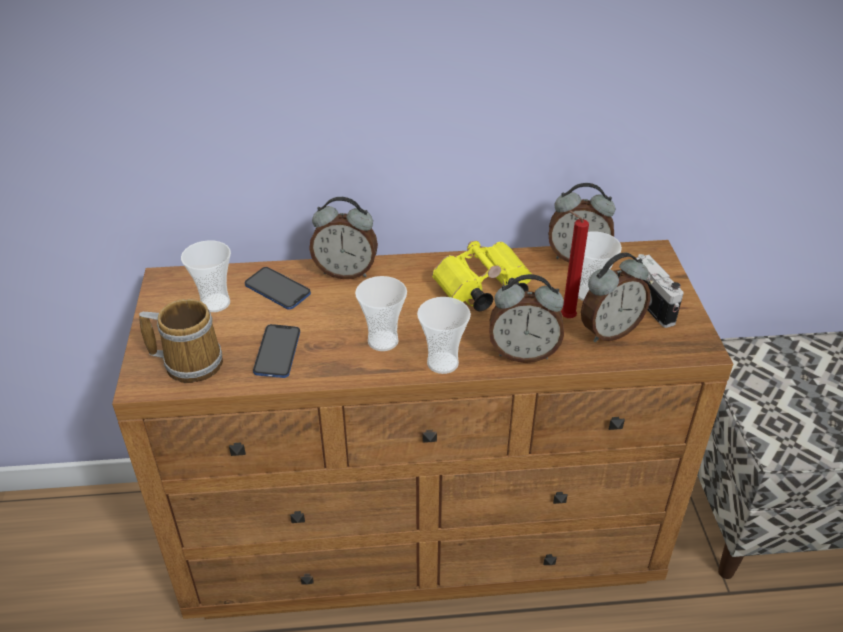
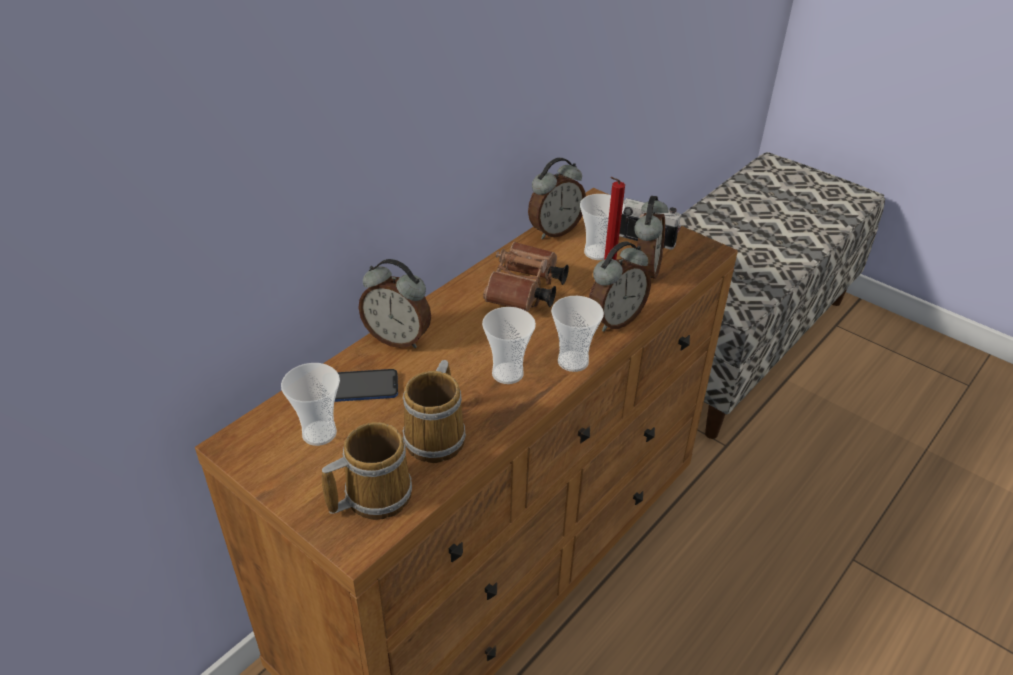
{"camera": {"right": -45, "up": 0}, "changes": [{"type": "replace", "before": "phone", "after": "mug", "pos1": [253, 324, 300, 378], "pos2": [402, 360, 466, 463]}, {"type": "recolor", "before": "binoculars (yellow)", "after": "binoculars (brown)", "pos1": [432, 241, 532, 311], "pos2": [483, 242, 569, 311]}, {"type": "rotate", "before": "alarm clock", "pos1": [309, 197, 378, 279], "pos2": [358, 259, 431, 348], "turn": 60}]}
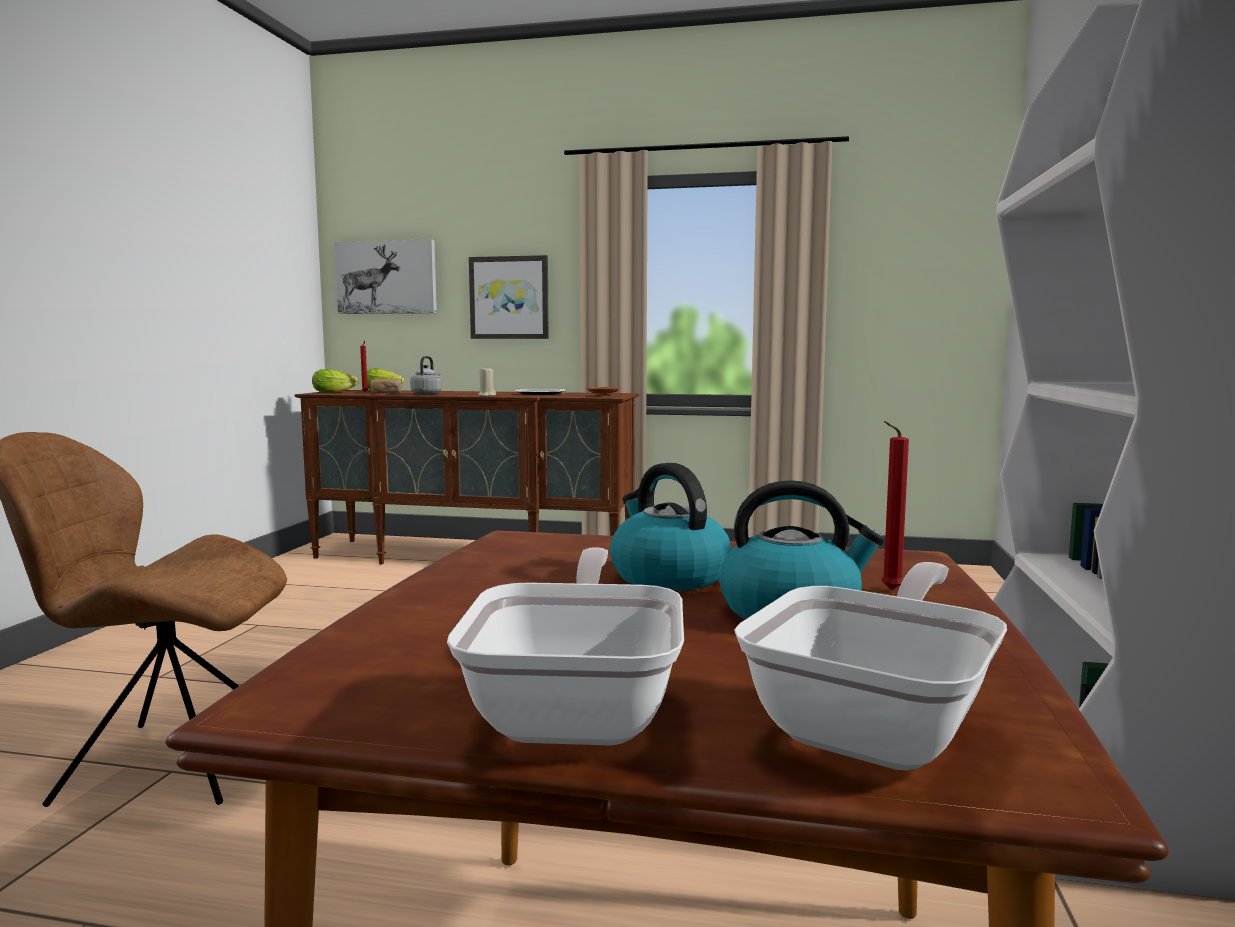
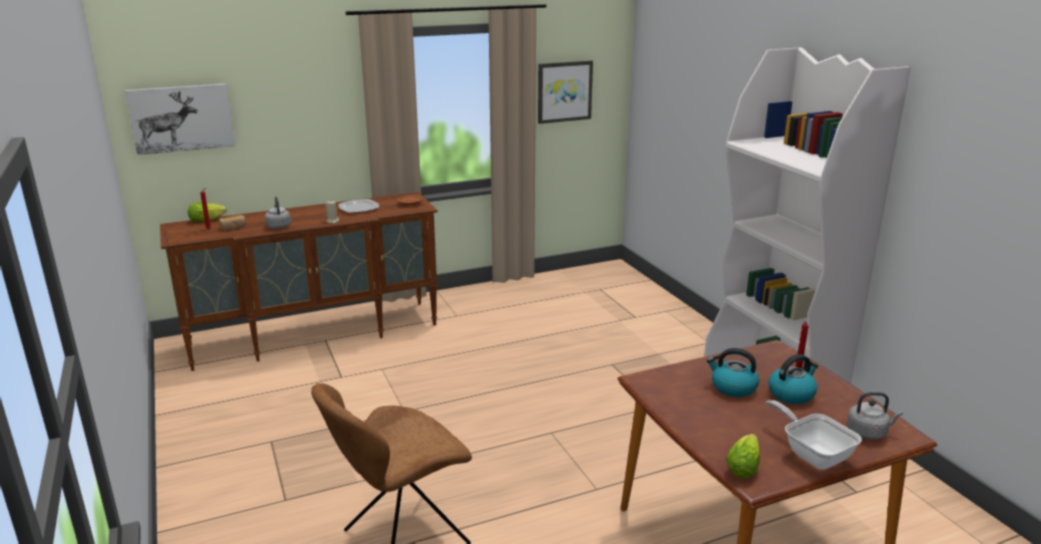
{"camera": {"right": -35, "up": 15}, "changes": [{"type": "move", "before": "lettuce", "pos1": [312, 369, 359, 393], "pos2": [726, 434, 760, 479]}, {"type": "move", "before": "picture", "pos1": [469, 255, 549, 339], "pos2": [538, 60, 593, 124]}, {"type": "replace", "before": "frying pan", "after": "kettle (grey)", "pos1": [734, 562, 1007, 770], "pos2": [847, 392, 903, 440]}]}
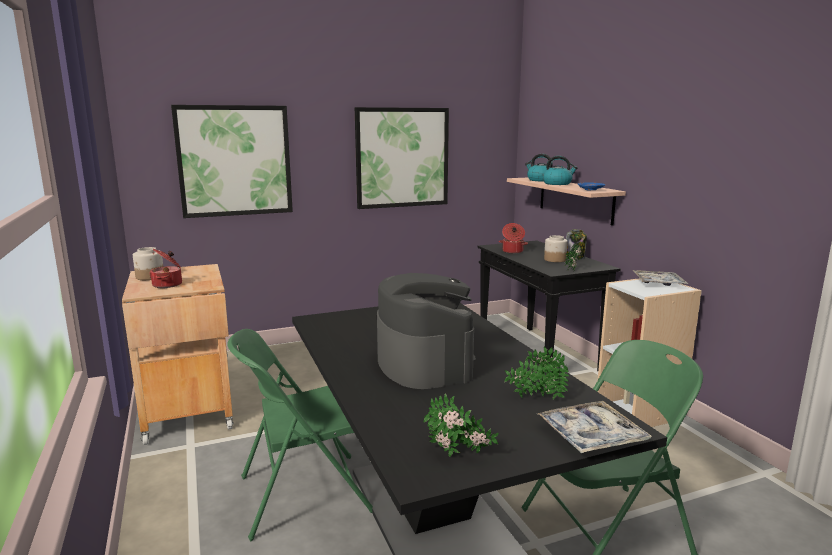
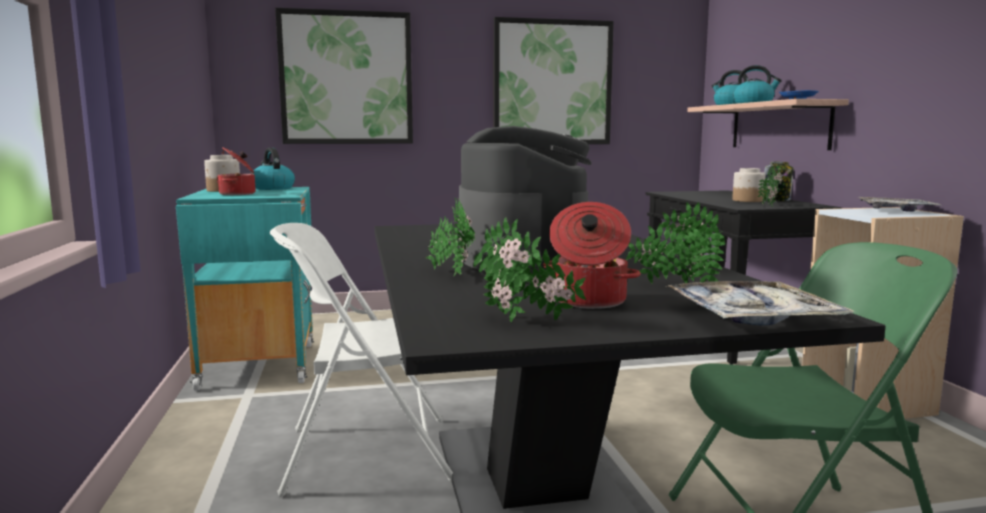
{"camera": {"right": 10, "up": -5}, "changes": [{"type": "insert", "after": "kettle", "pos2": [252, 148, 295, 190]}, {"type": "insert", "after": "potted plant", "pos2": [425, 198, 475, 276]}, {"type": "move", "before": "cooking pot", "pos1": [499, 223, 528, 253], "pos2": [543, 202, 641, 309]}, {"type": "recolor", "before": "cart (brown)", "after": "cart (turquoise)", "pos1": [122, 264, 234, 445], "pos2": [176, 187, 314, 391]}, {"type": "recolor", "before": "chair (green)", "after": "chair (white)", "pos1": [227, 329, 373, 541], "pos2": [270, 223, 453, 497]}]}
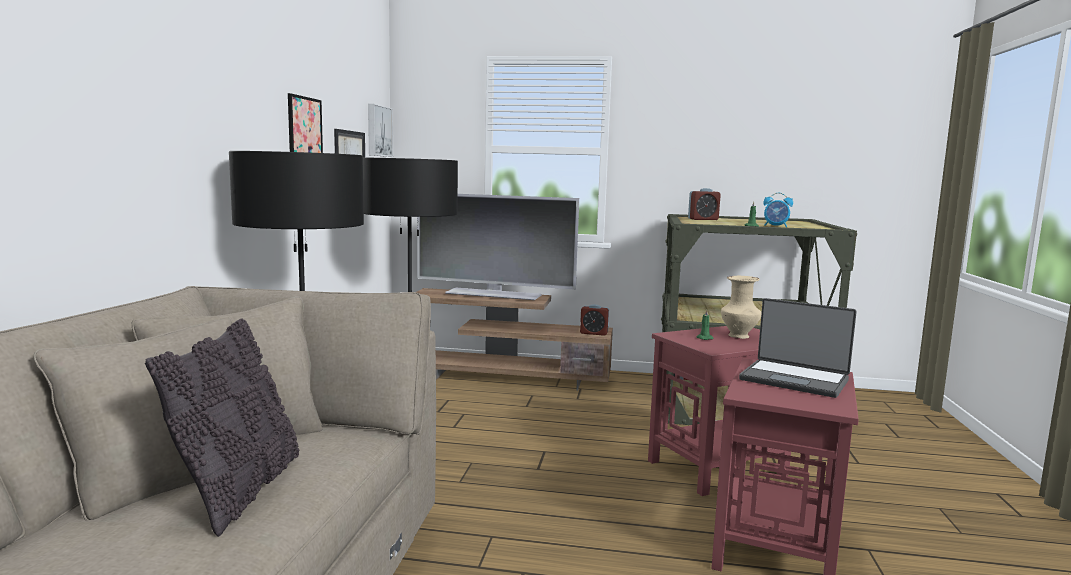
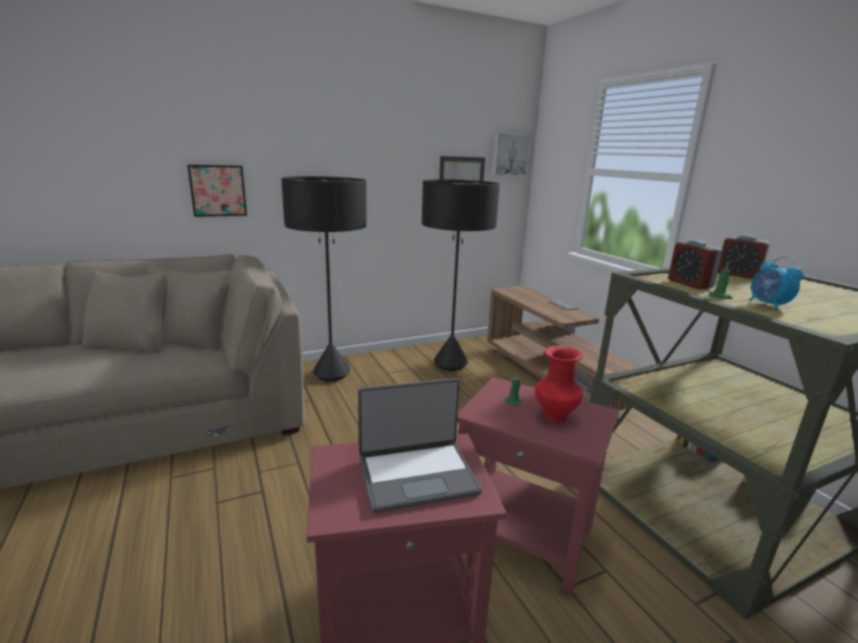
{"camera": {"right": 55, "up": 10}, "changes": [{"type": "delete", "before": "pillow (black)", "pos1": [145, 319, 299, 537]}, {"type": "delete", "before": "television", "pos1": [417, 194, 579, 300]}, {"type": "move", "before": "picture", "pos1": [288, 93, 323, 153], "pos2": [187, 165, 247, 217]}, {"type": "move", "before": "alarm clock", "pos1": [580, 304, 609, 336], "pos2": [668, 240, 722, 289]}, {"type": "recolor", "before": "vase (beige)", "after": "vase (red)", "pos1": [721, 275, 762, 339], "pos2": [535, 346, 583, 423]}, {"type": "rotate", "before": "laptop", "pos1": [739, 298, 857, 398], "pos2": [358, 378, 482, 513], "turn": -105}]}
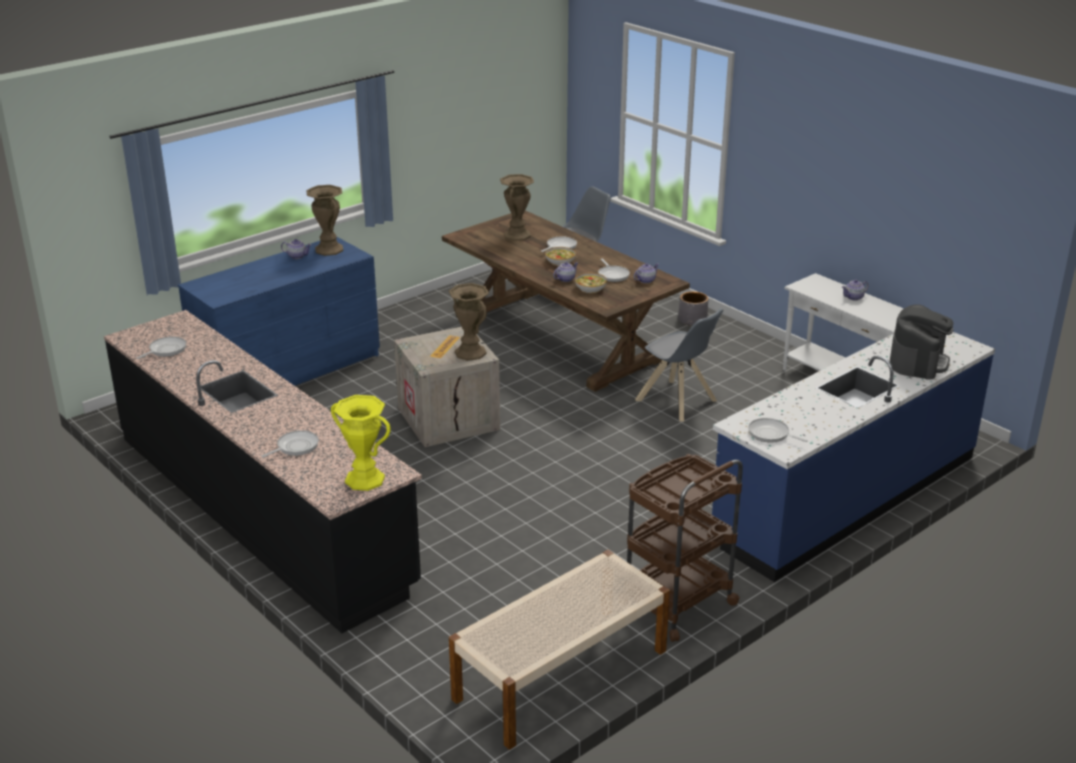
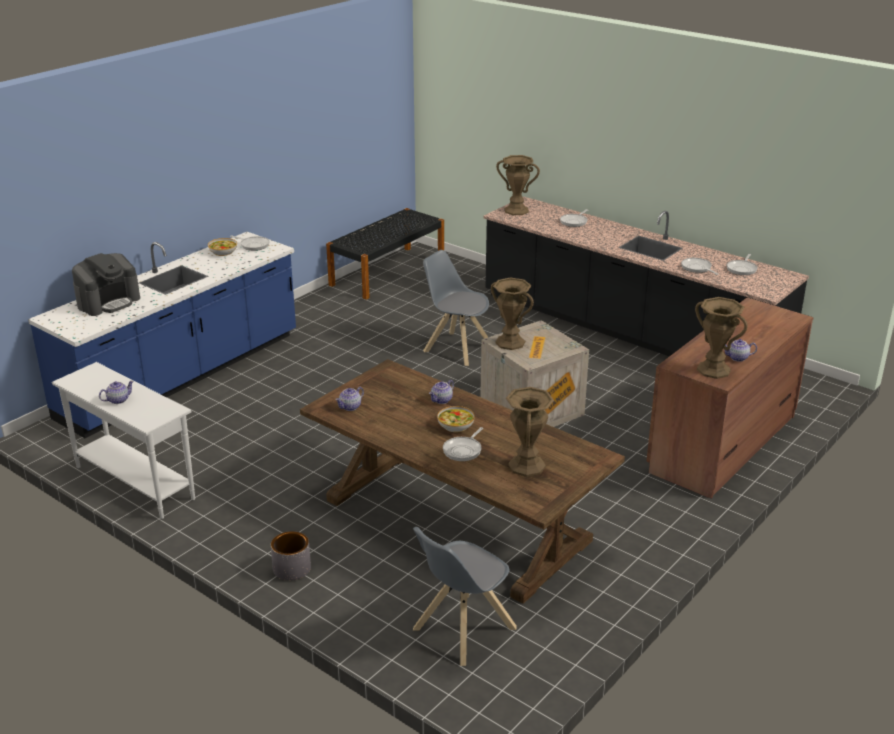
{"camera": {"right": 170, "up": 0}, "changes": [{"type": "delete", "before": "cart (brown)", "pos1": [617, 454, 743, 642]}, {"type": "move", "before": "bowl", "pos1": [575, 273, 607, 293], "pos2": [208, 238, 237, 256]}, {"type": "move", "before": "frying pan", "pos1": [598, 259, 630, 282], "pos2": [681, 258, 718, 275]}, {"type": "move", "before": "chair (grey)", "pos1": [635, 308, 723, 421], "pos2": [423, 250, 489, 366]}, {"type": "recolor", "before": "dresser (blue)", "after": "dresser (brown)", "pos1": [178, 237, 380, 386], "pos2": [646, 297, 814, 499]}, {"type": "recolor", "before": "vase (yellow)", "after": "vase (brown)", "pos1": [331, 395, 391, 491], "pos2": [496, 155, 540, 215]}, {"type": "recolor", "before": "bench (beige)", "after": "bench (black)", "pos1": [449, 549, 670, 750], "pos2": [326, 208, 444, 300]}, {"type": "rotate", "before": "coffee machine", "pos1": [890, 305, 953, 380], "pos2": [72, 253, 140, 316], "turn": -150}]}
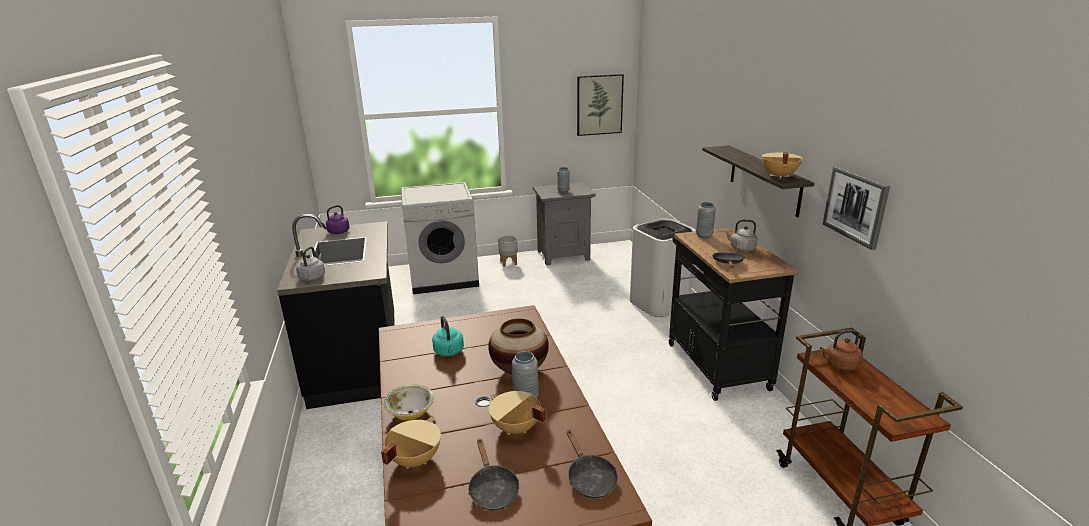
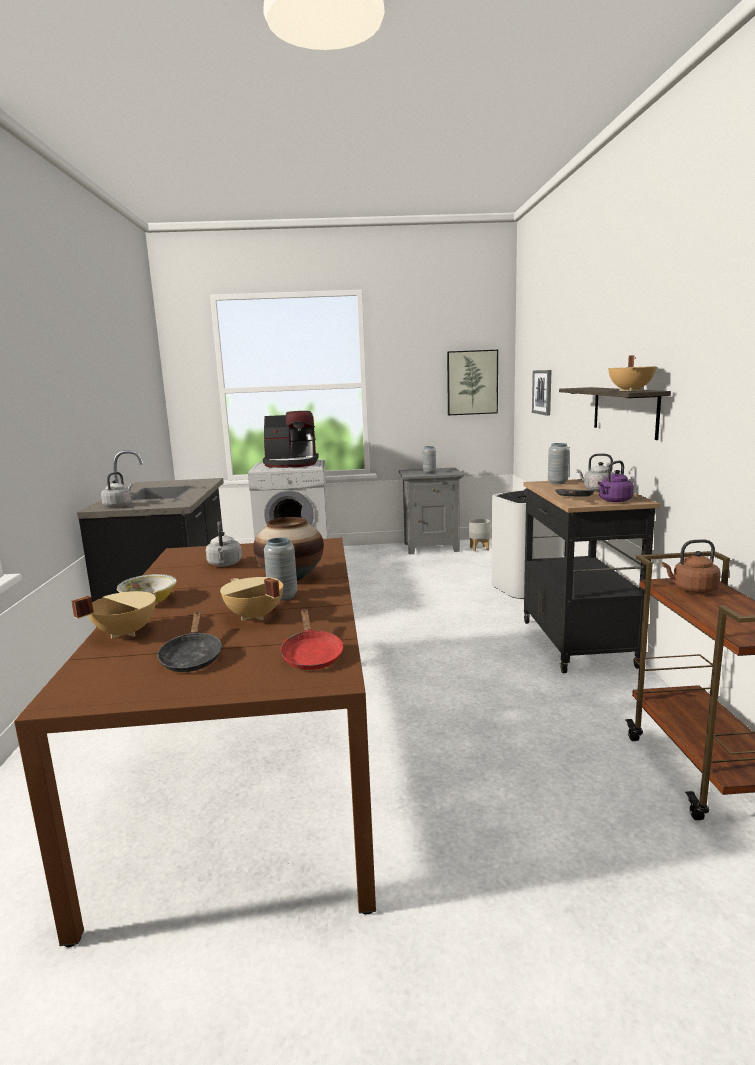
{"camera": {"right": 10, "up": -10}, "changes": [{"type": "insert", "after": "coffee machine", "pos2": [263, 411, 319, 468]}, {"type": "move", "before": "kettle (purple)", "pos1": [321, 205, 350, 234], "pos2": [598, 461, 634, 502]}, {"type": "move", "before": "planter (grey)", "pos1": [498, 236, 518, 267], "pos2": [469, 519, 490, 552]}, {"type": "move", "before": "picture", "pos1": [823, 166, 890, 250], "pos2": [532, 370, 552, 416]}, {"type": "recolor", "before": "kettle (turquoise)", "after": "kettle (grey)", "pos1": [432, 316, 464, 356], "pos2": [206, 522, 242, 567]}, {"type": "recolor", "before": "frying pan (black)", "after": "frying pan (red)", "pos1": [566, 429, 618, 498], "pos2": [279, 609, 344, 670]}]}
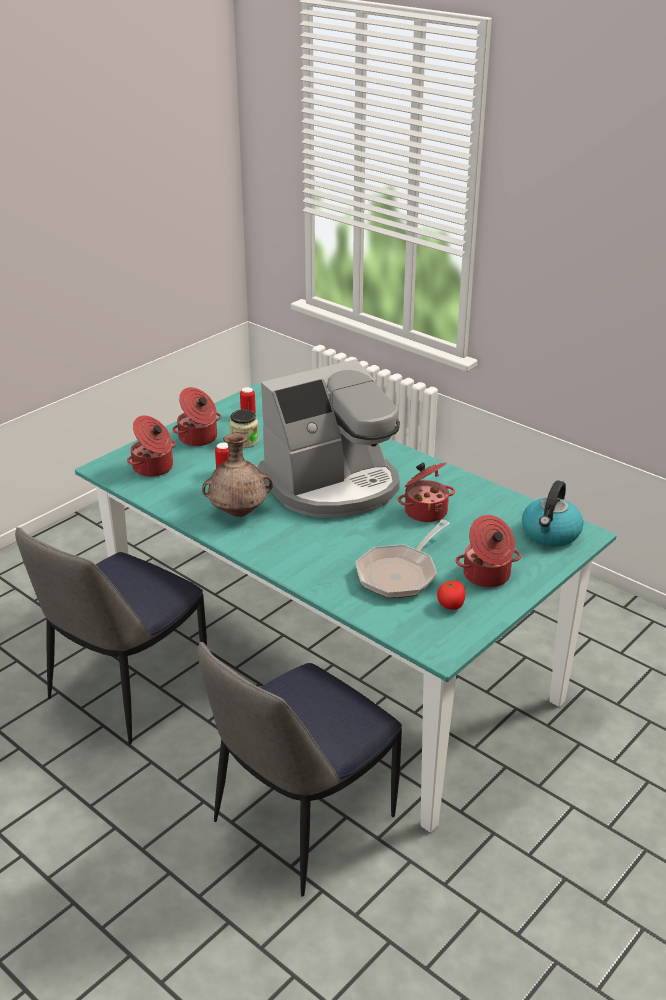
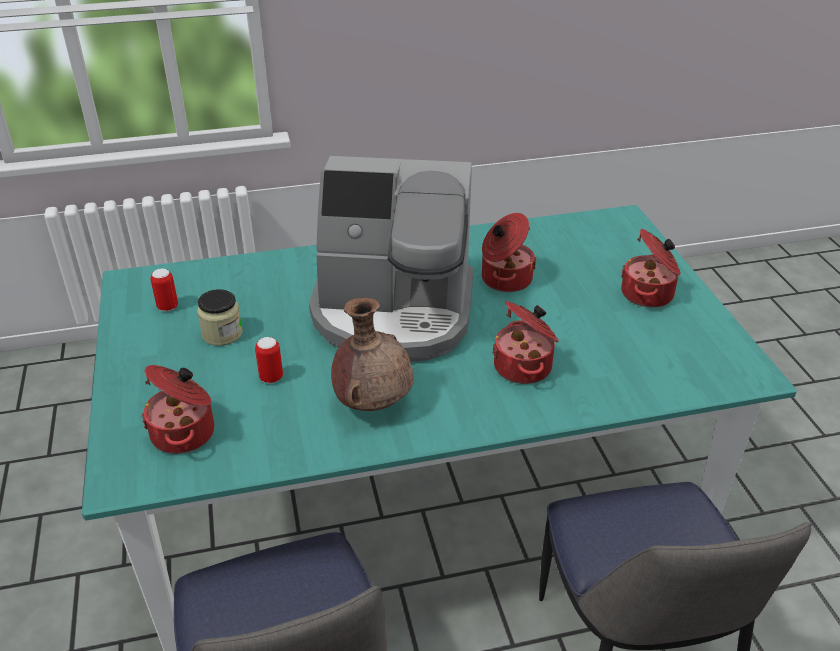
{"camera": {"right": -55, "up": 5}, "changes": [{"type": "delete", "before": "frying pan", "pos1": [355, 520, 450, 598]}, {"type": "delete", "before": "tomato", "pos1": [437, 580, 465, 610]}, {"type": "delete", "before": "kettle", "pos1": [522, 480, 583, 547]}, {"type": "move", "before": "cooking pot", "pos1": [172, 387, 222, 446], "pos2": [492, 301, 559, 384]}, {"type": "rotate", "before": "coffee machine", "pos1": [257, 359, 400, 518], "pos2": [309, 156, 474, 362], "turn": 90}]}
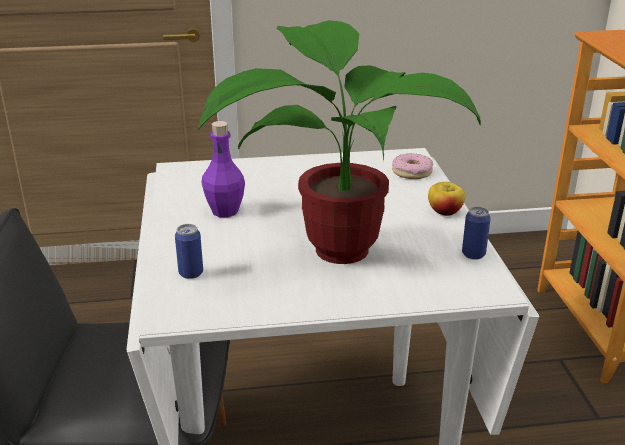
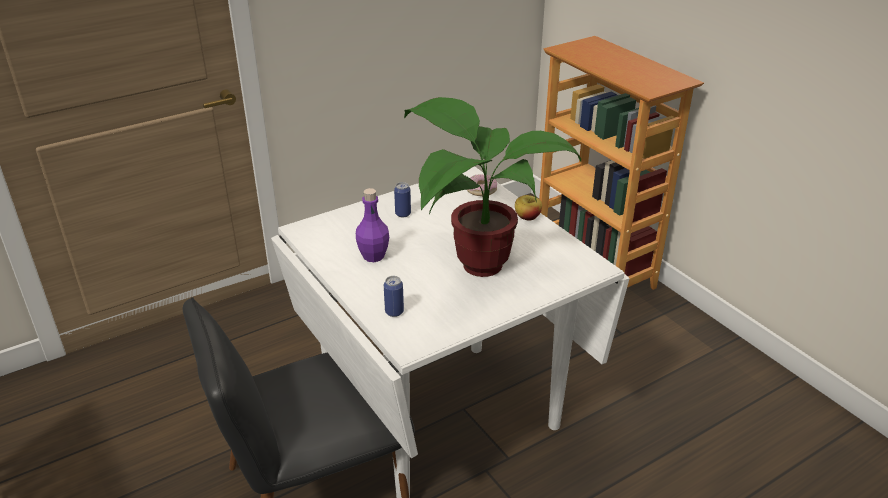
{"camera": {"right": -25, "up": 5}, "changes": [{"type": "move", "before": "can", "pos1": [462, 207, 491, 260], "pos2": [394, 182, 411, 218]}]}
